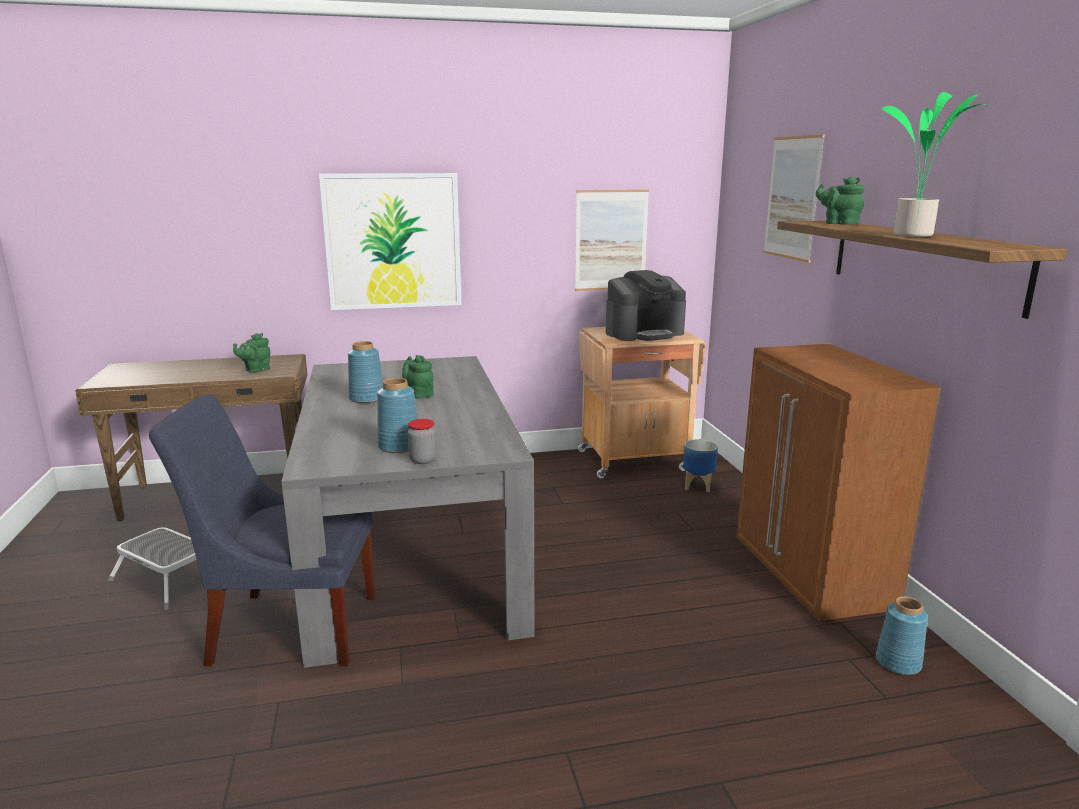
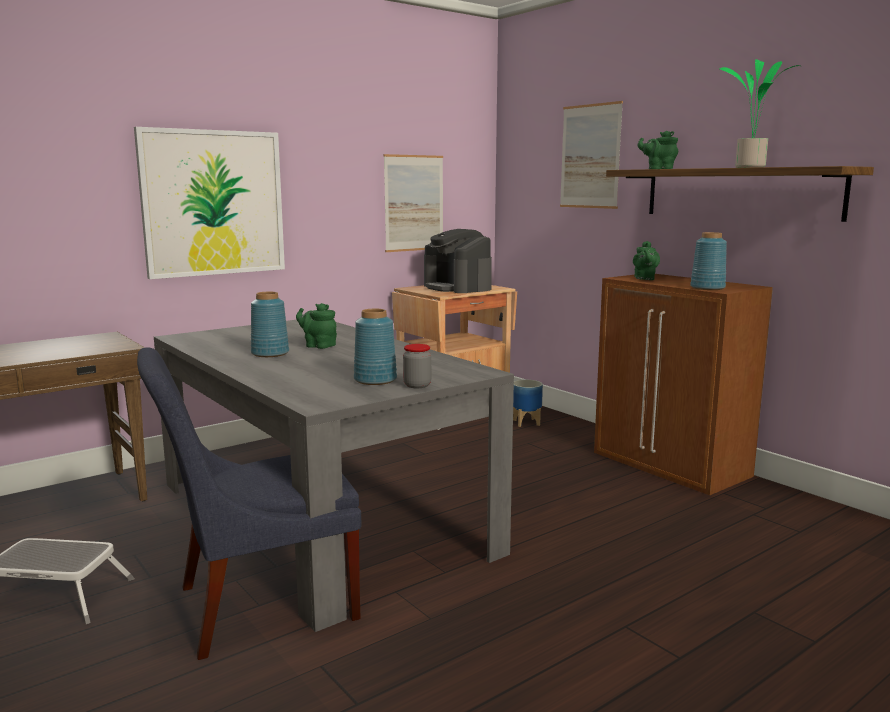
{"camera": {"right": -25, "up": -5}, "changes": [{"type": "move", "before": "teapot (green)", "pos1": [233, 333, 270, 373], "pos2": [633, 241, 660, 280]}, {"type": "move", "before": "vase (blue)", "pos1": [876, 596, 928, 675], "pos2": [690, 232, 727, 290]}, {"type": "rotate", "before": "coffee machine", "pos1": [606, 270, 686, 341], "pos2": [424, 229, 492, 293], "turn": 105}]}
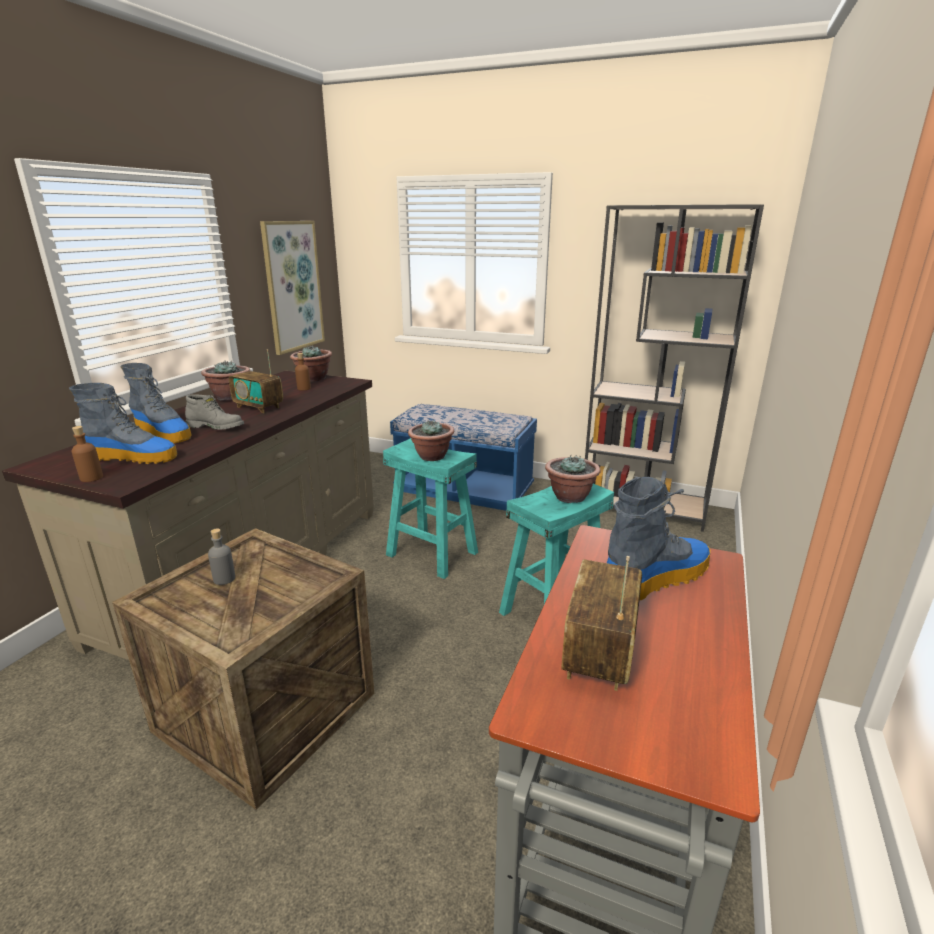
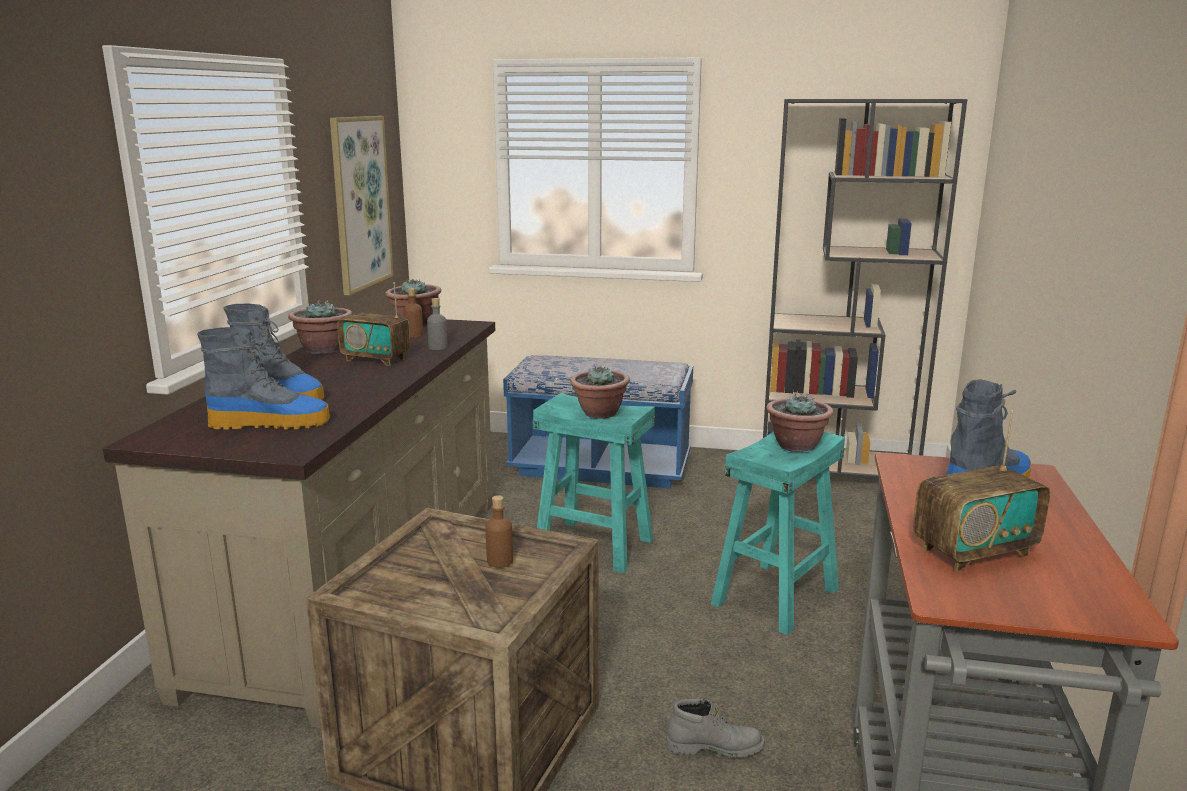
{"camera": {"right": -10, "up": -5}, "changes": [{"type": "move", "before": "bottle (brown)", "pos1": [72, 426, 103, 482], "pos2": [485, 495, 513, 568]}, {"type": "move", "before": "boot (grey)", "pos1": [185, 394, 244, 430], "pos2": [667, 699, 765, 758]}, {"type": "move", "before": "bottle (grey)", "pos1": [208, 529, 235, 585], "pos2": [427, 298, 447, 350]}, {"type": "rotate", "before": "radio", "pos1": [561, 556, 642, 691], "pos2": [913, 410, 1050, 572], "turn": -120}]}
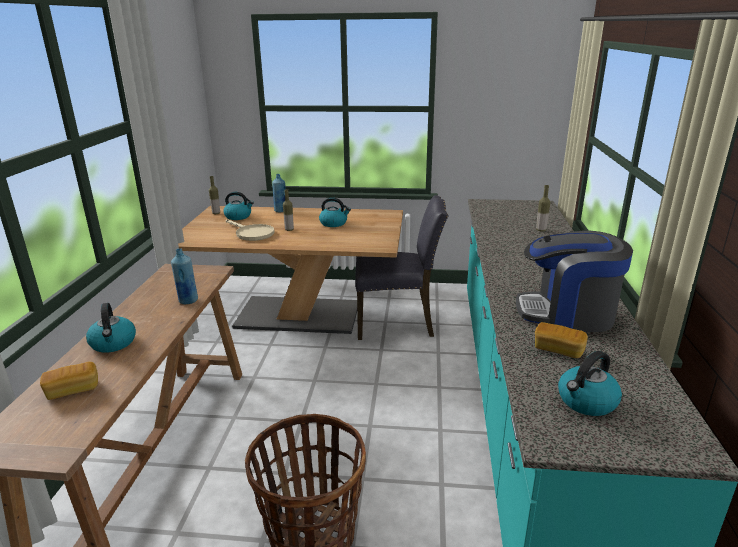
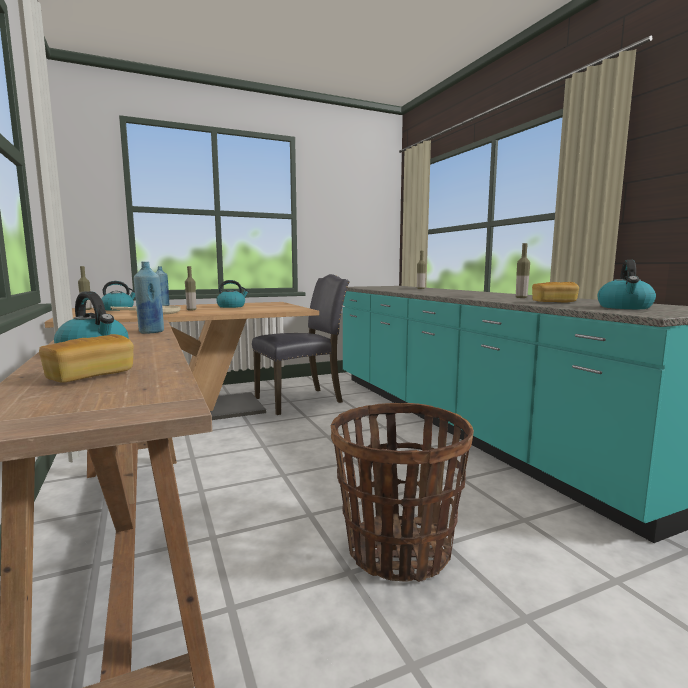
{"camera": {"right": -30, "up": -15}, "changes": [{"type": "replace", "before": "coffee machine", "after": "bottle", "pos1": [516, 230, 633, 332], "pos2": [516, 243, 530, 298]}]}
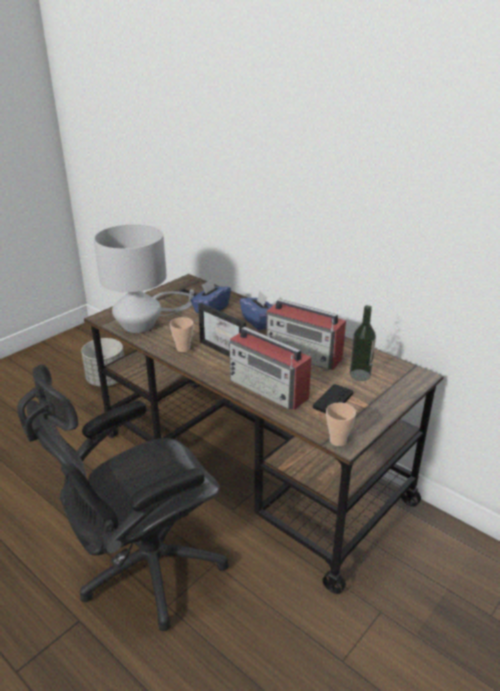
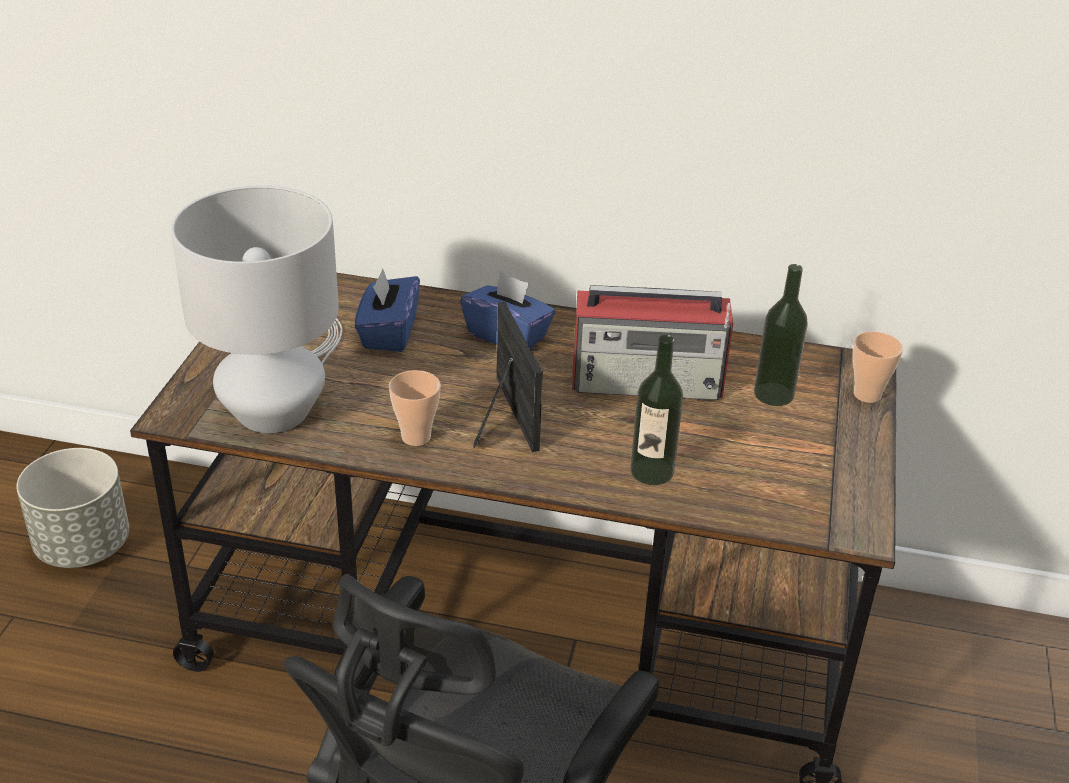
{"camera": {"right": -30, "up": 5}, "changes": [{"type": "delete", "before": "game controller (black)", "pos1": [313, 384, 353, 413]}, {"type": "move", "before": "cup", "pos1": [326, 403, 356, 446], "pos2": [853, 331, 903, 403]}, {"type": "replace", "before": "radio", "after": "bottle", "pos1": [229, 327, 312, 410], "pos2": [630, 335, 683, 485]}, {"type": "rotate", "before": "picture frame", "pos1": [198, 303, 246, 357], "pos2": [473, 302, 543, 452], "turn": -120}]}
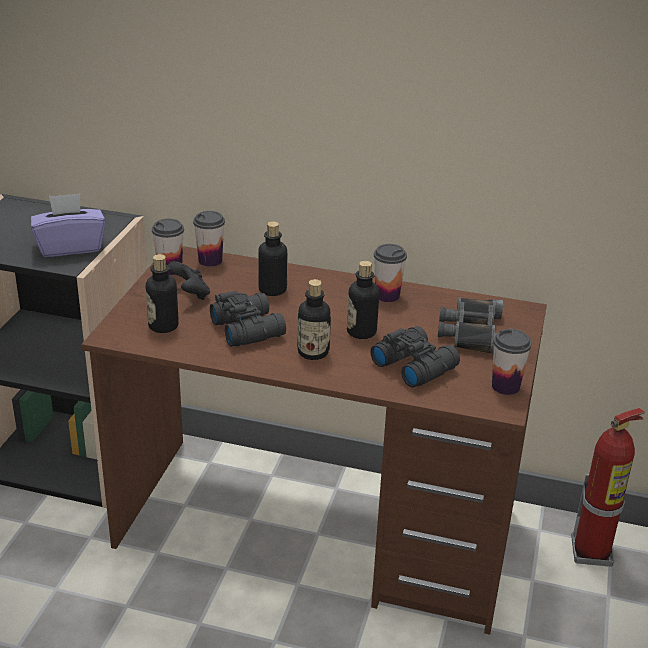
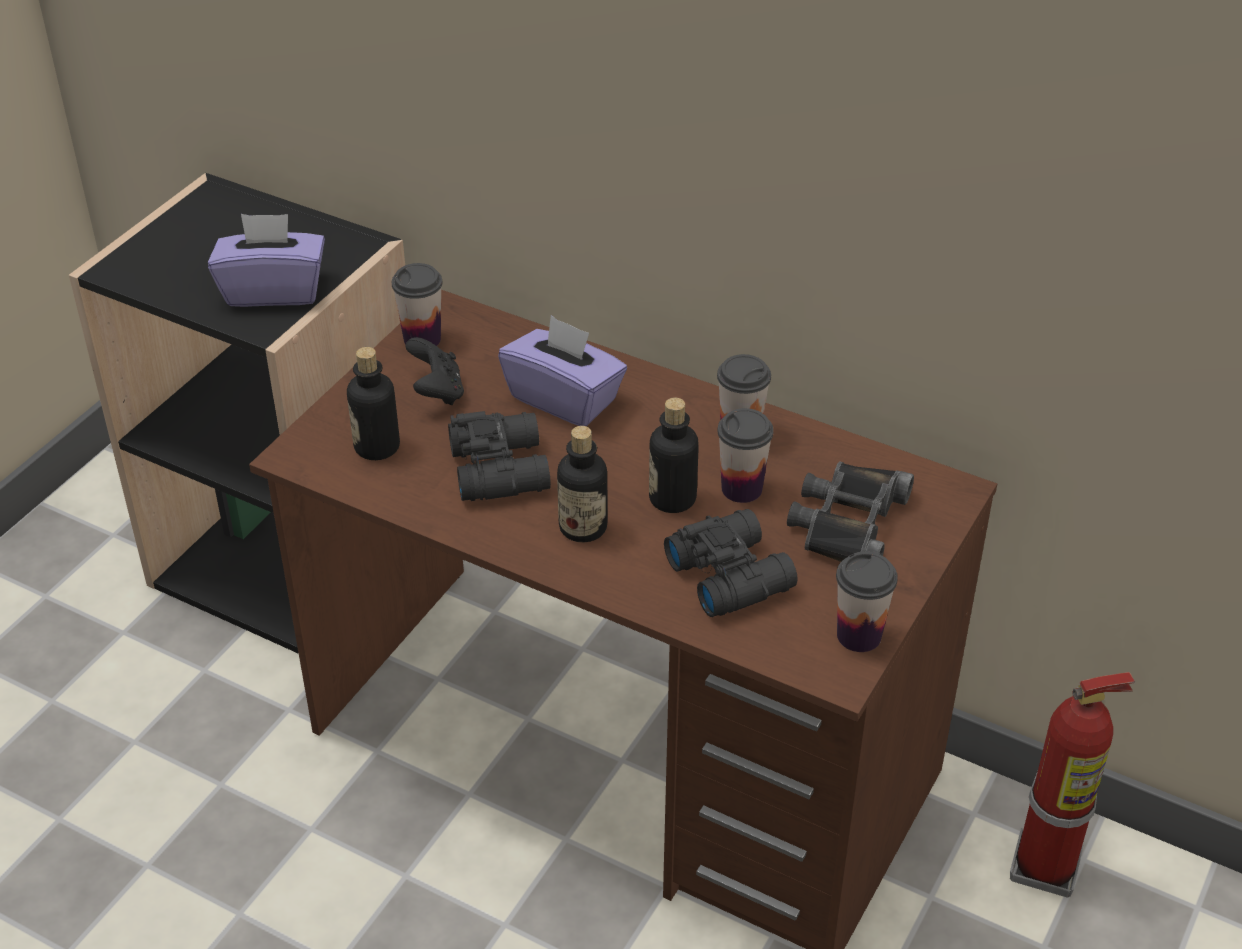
{"camera": {"right": 15, "up": 10}, "changes": [{"type": "move", "before": "cup", "pos1": [193, 211, 225, 267], "pos2": [717, 408, 773, 503]}, {"type": "replace", "before": "bottle", "after": "tissue box (purple)", "pos1": [258, 221, 287, 296], "pos2": [498, 315, 627, 426]}]}
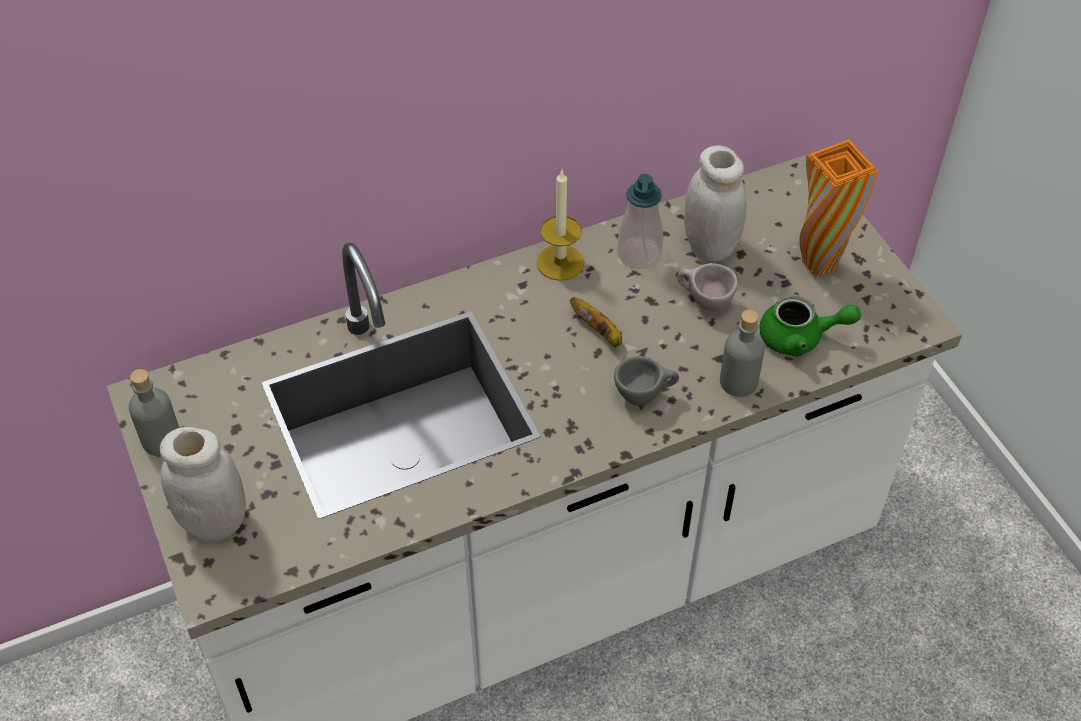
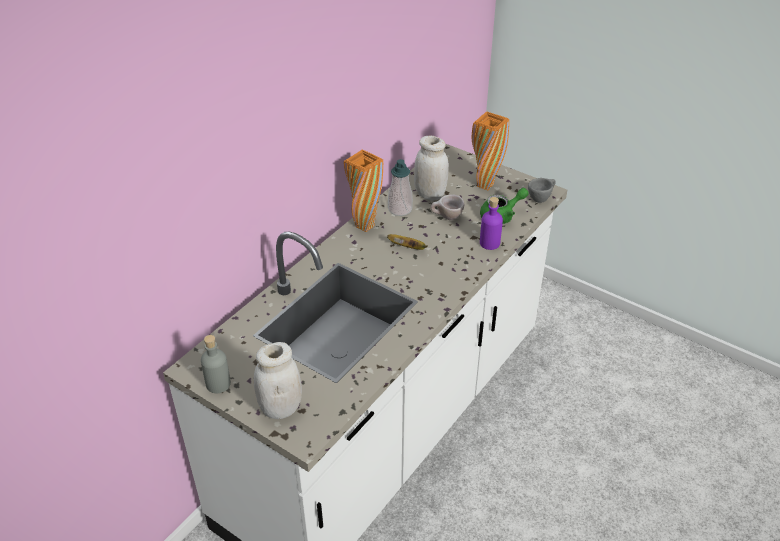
{"camera": {"right": -30, "up": -10}, "changes": [{"type": "move", "before": "cup (grey)", "pos1": [614, 356, 679, 406], "pos2": [528, 178, 556, 203]}, {"type": "replace", "before": "candle", "after": "vase (orange)", "pos1": [537, 171, 584, 281], "pos2": [344, 149, 383, 232]}, {"type": "recolor", "before": "bottle (grey)", "after": "bottle (purple)", "pos1": [720, 310, 765, 397], "pos2": [480, 197, 503, 250]}]}
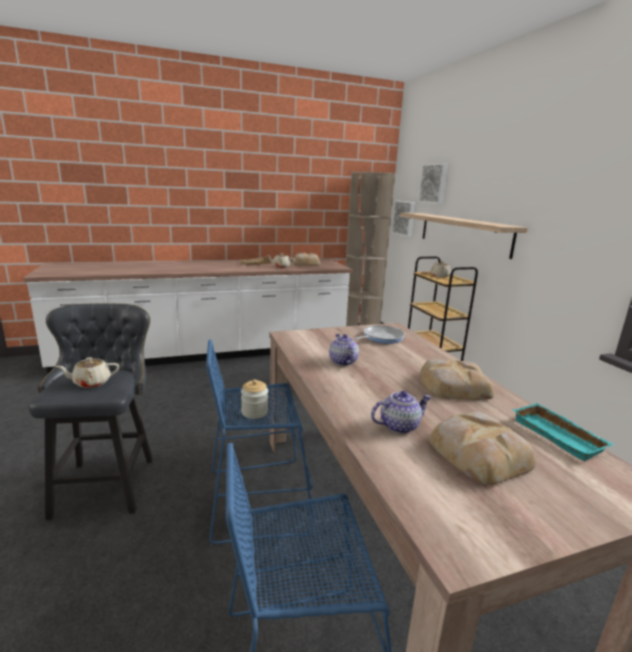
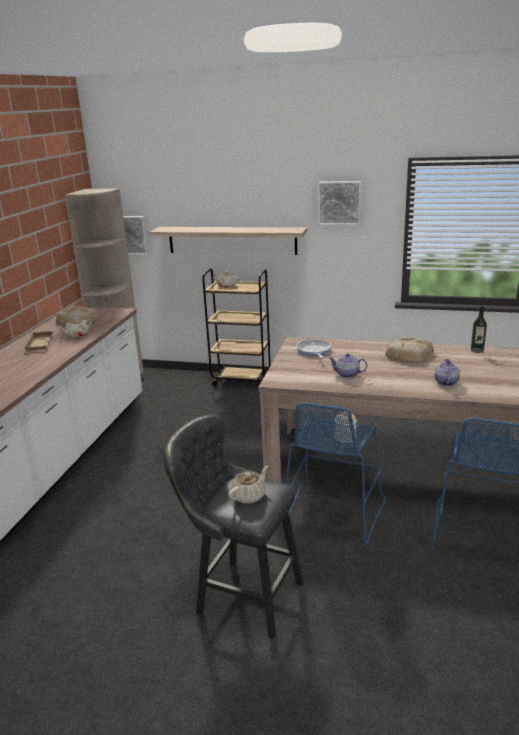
{"camera": {"right": -55, "up": 5}, "changes": [{"type": "delete", "before": "bread", "pos1": [429, 412, 536, 485]}, {"type": "move", "before": "picture", "pos1": [418, 163, 448, 204], "pos2": [318, 181, 361, 225]}, {"type": "replace", "before": "tray (turquoise)", "after": "bottle", "pos1": [512, 403, 614, 461], "pos2": [471, 306, 487, 353]}, {"type": "rotate", "before": "teapot (beige)", "pos1": [55, 357, 119, 388], "pos2": [228, 466, 268, 504], "turn": -150}]}
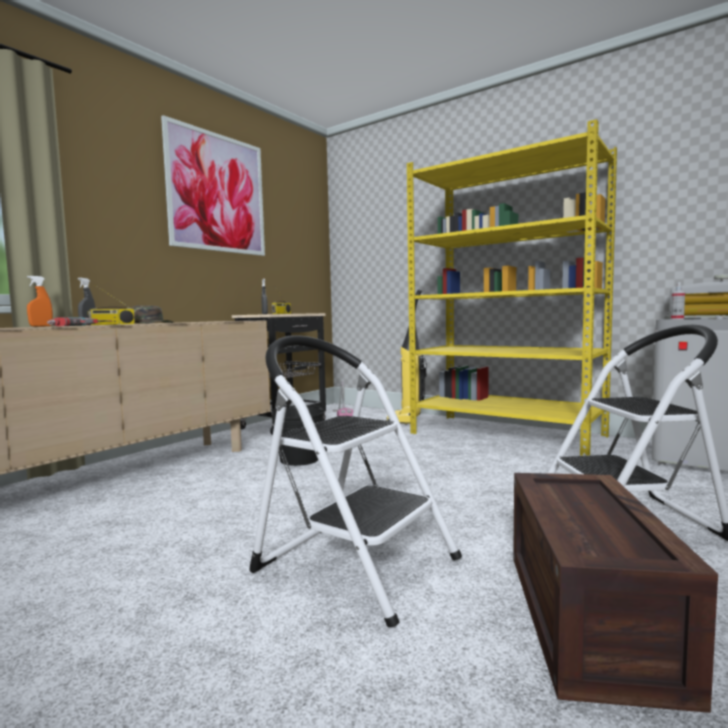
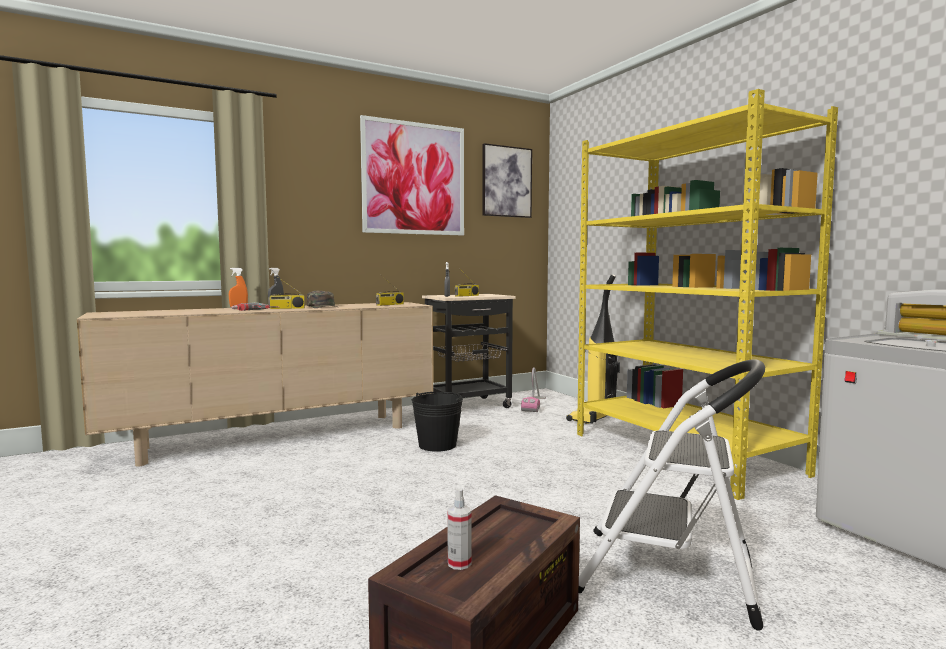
{"camera": {"right": 25, "up": 0}, "changes": [{"type": "delete", "before": "step ladder", "pos1": [250, 335, 462, 628]}, {"type": "insert", "after": "radio", "pos2": [376, 275, 404, 306]}, {"type": "insert", "after": "picture", "pos2": [483, 143, 532, 218]}, {"type": "move", "before": "spray bottle", "pos1": [671, 282, 685, 320], "pos2": [447, 489, 471, 570]}]}
